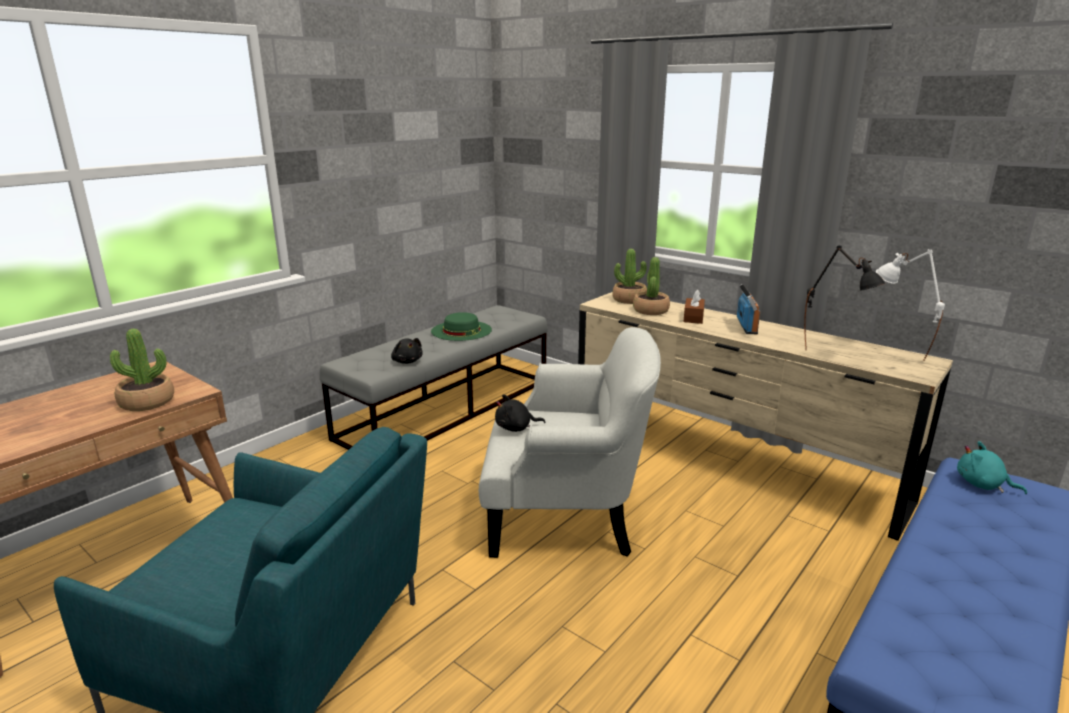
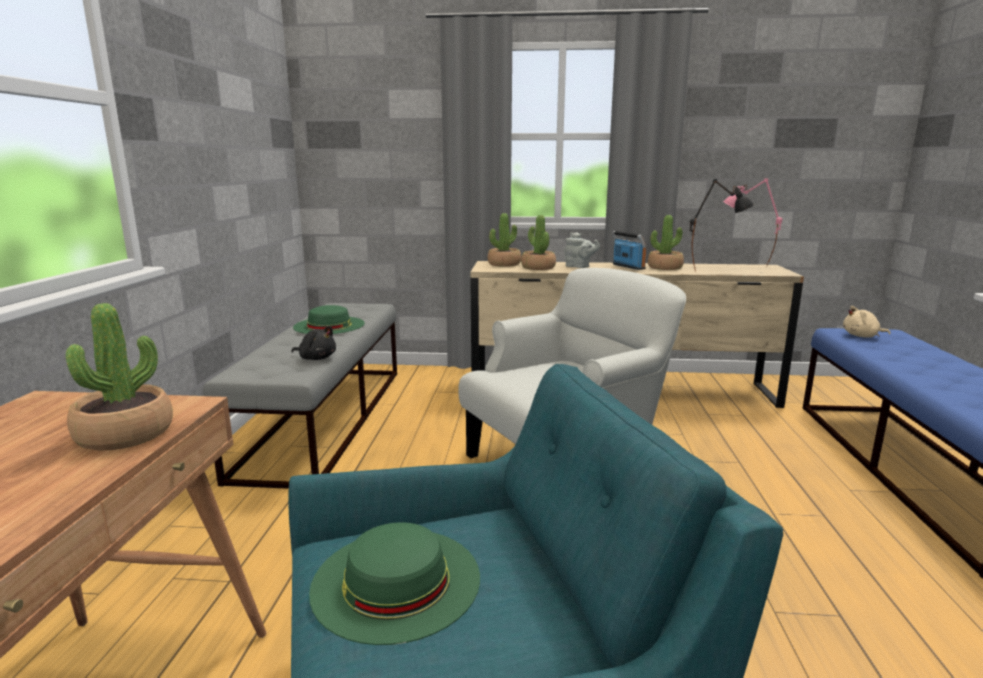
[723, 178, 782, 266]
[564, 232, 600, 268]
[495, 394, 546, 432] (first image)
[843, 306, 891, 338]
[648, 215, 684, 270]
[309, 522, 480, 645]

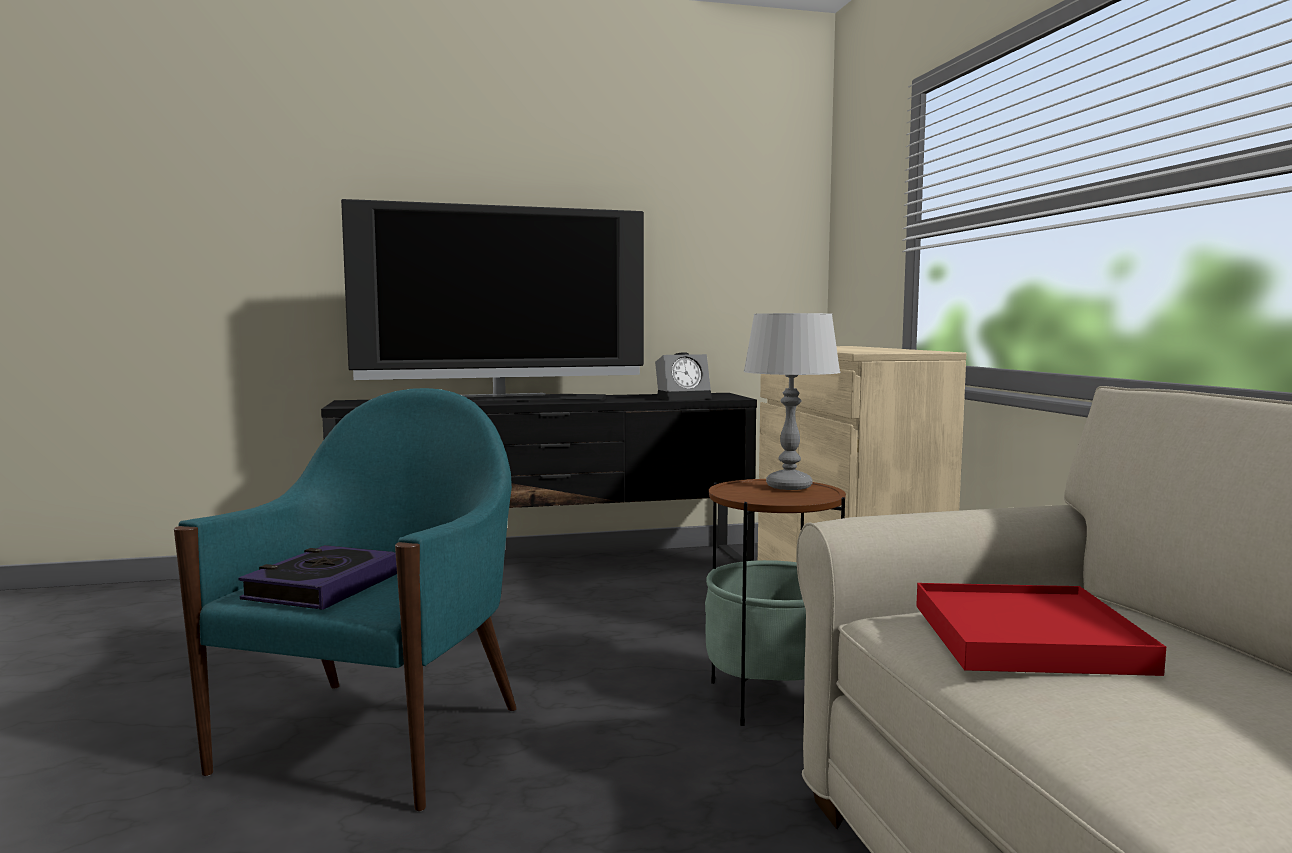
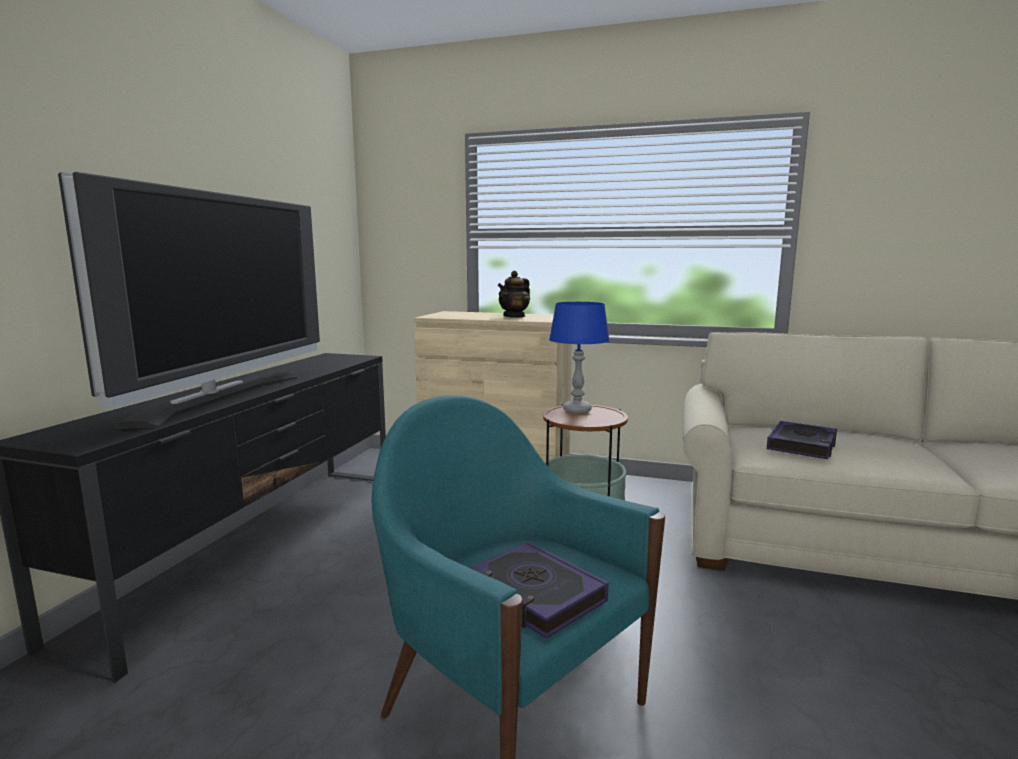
[549, 302, 610, 414]
[655, 352, 712, 401] (first image)
[767, 421, 837, 459]
[498, 271, 530, 318]

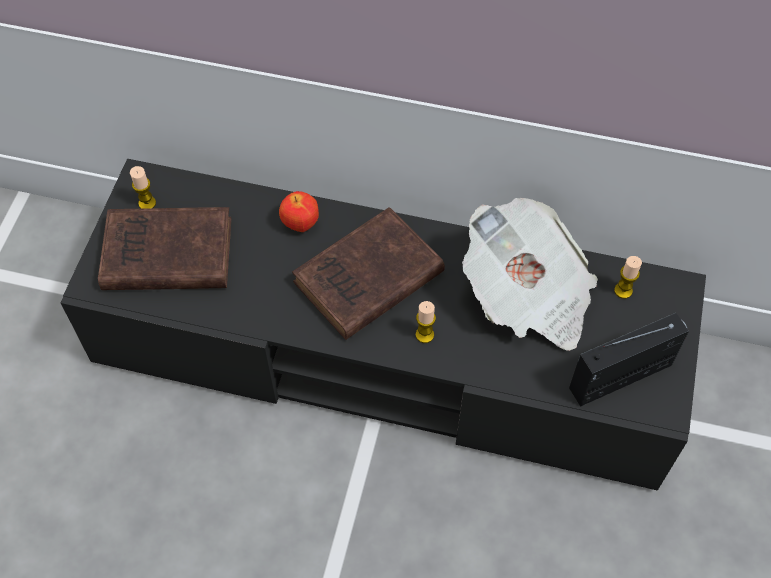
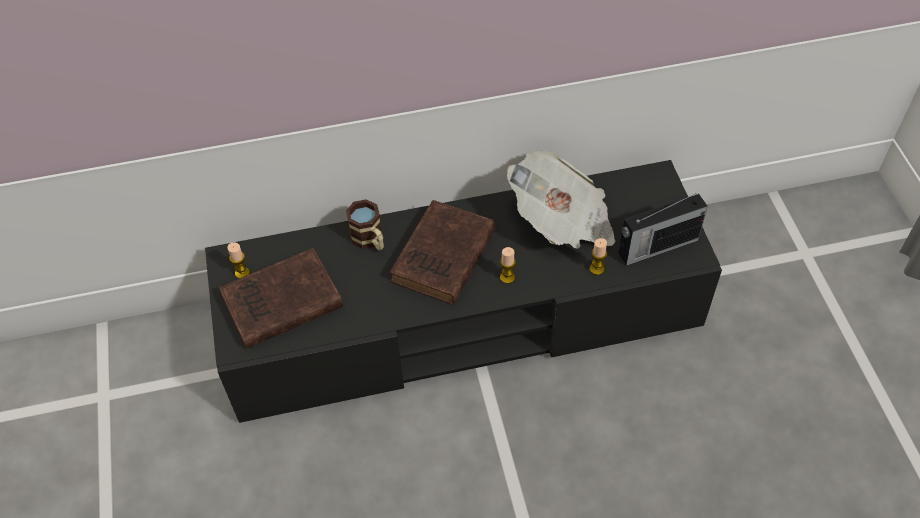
[346, 199, 384, 251]
[589, 238, 607, 275]
[618, 193, 708, 266]

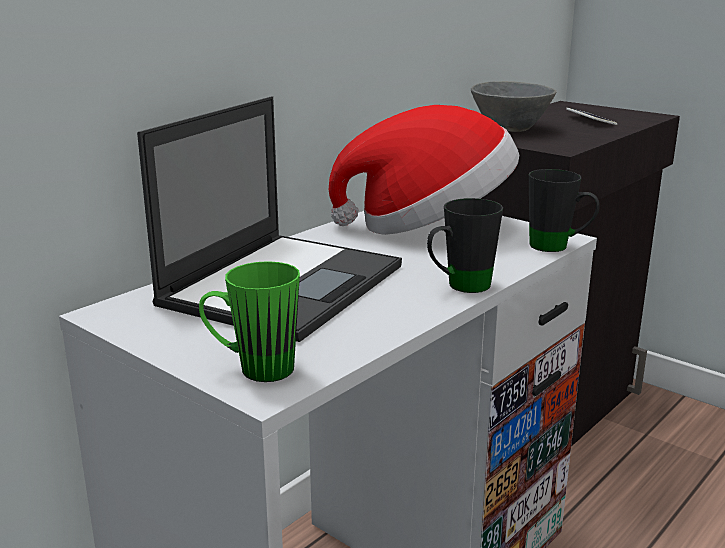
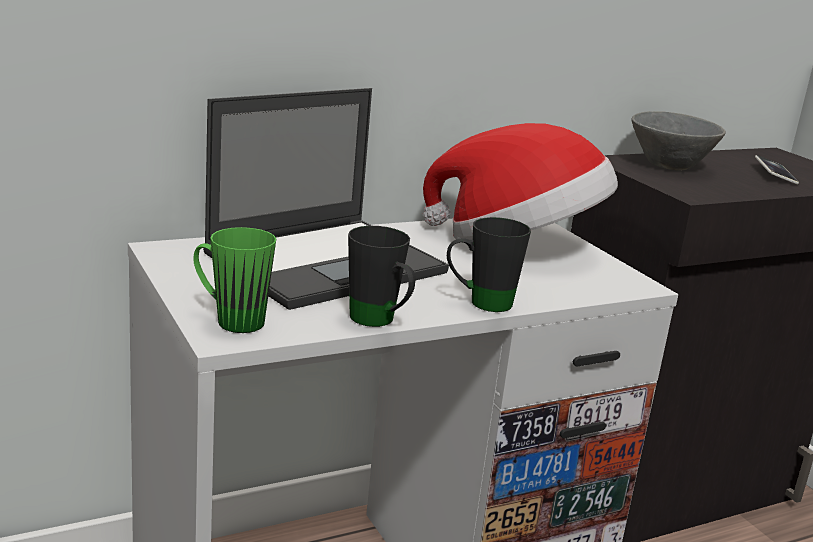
[348, 226, 415, 327]

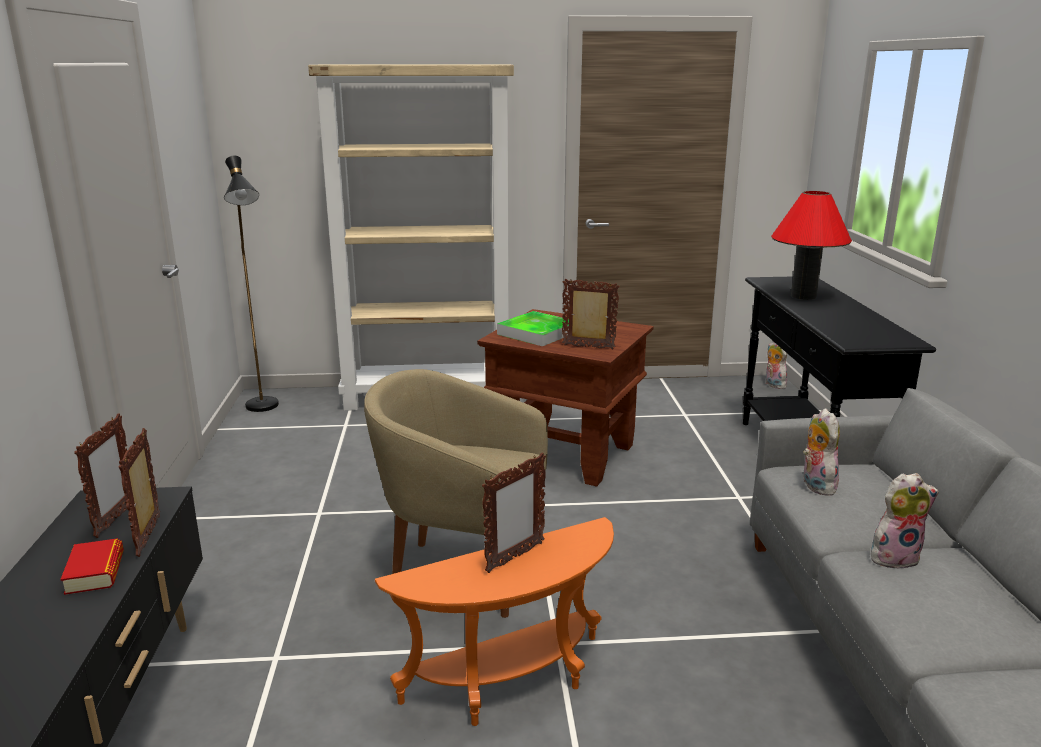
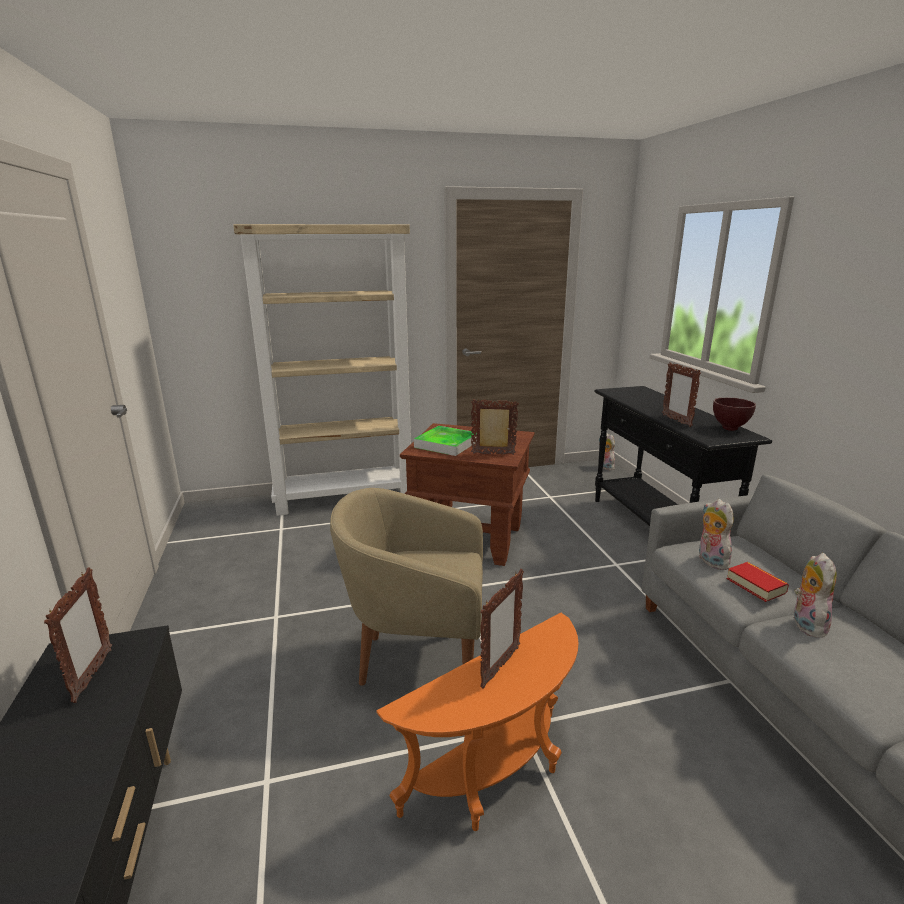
[224, 156, 279, 412] (first image)
[771, 191, 852, 300] (first image)
[662, 362, 701, 427]
[794, 553, 836, 639]
[726, 562, 789, 602]
[713, 397, 756, 431]

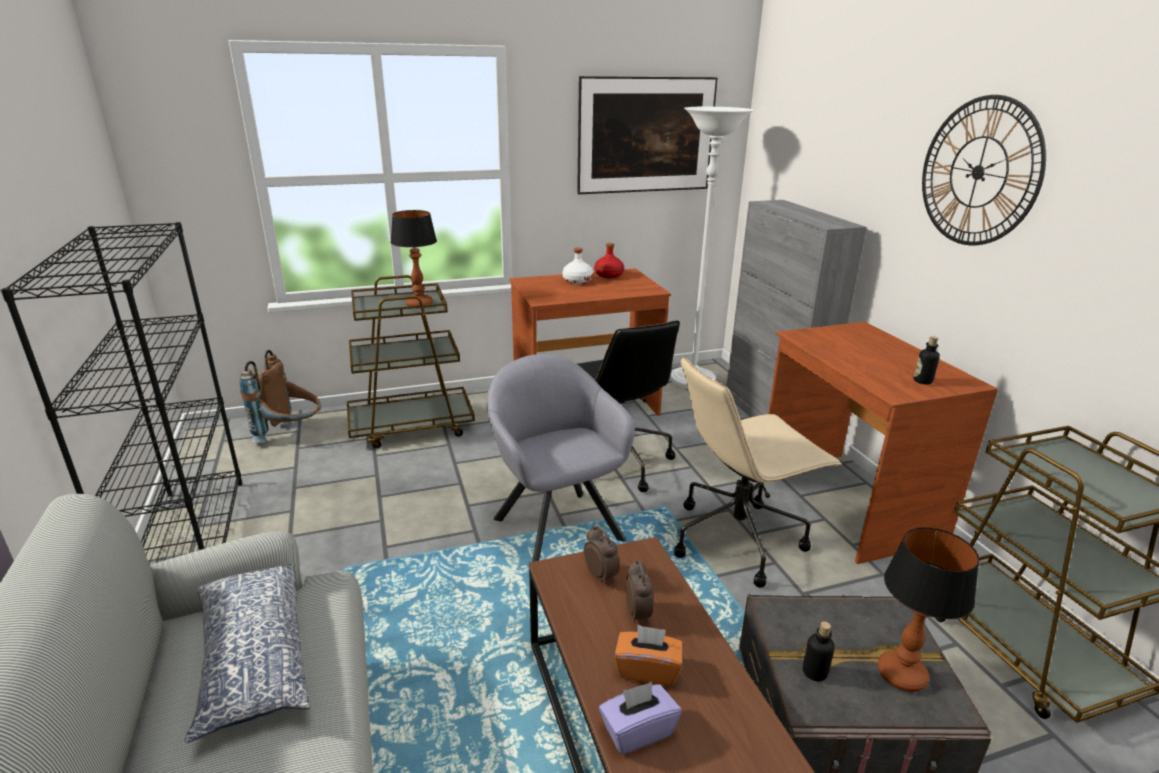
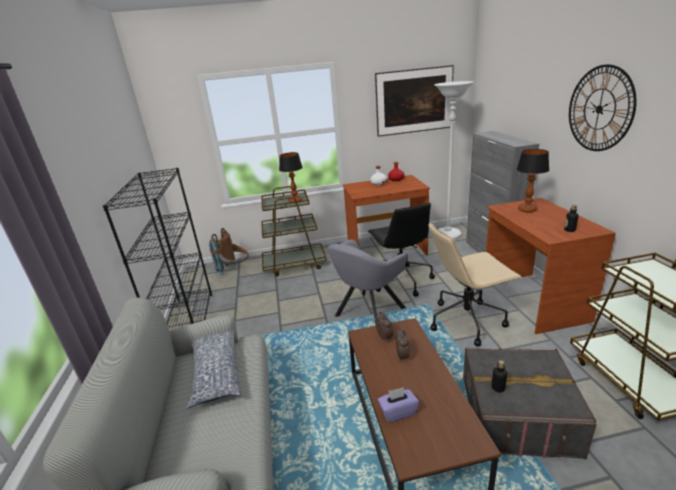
[328, 240, 407, 324]
[517, 149, 549, 212]
[614, 625, 682, 686] (first image)

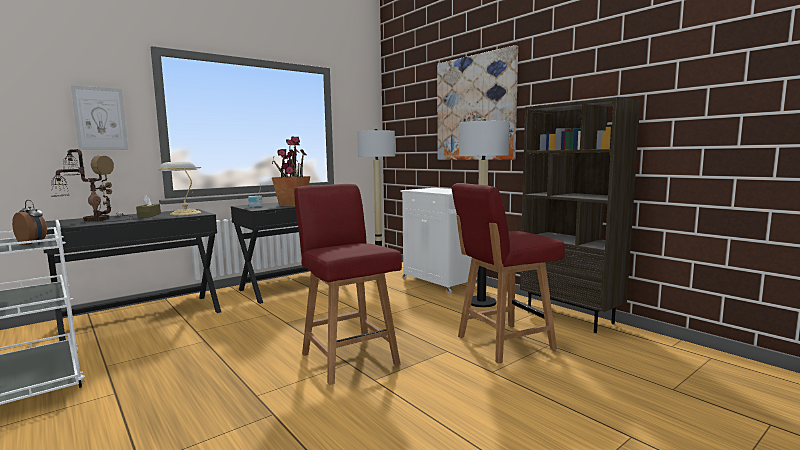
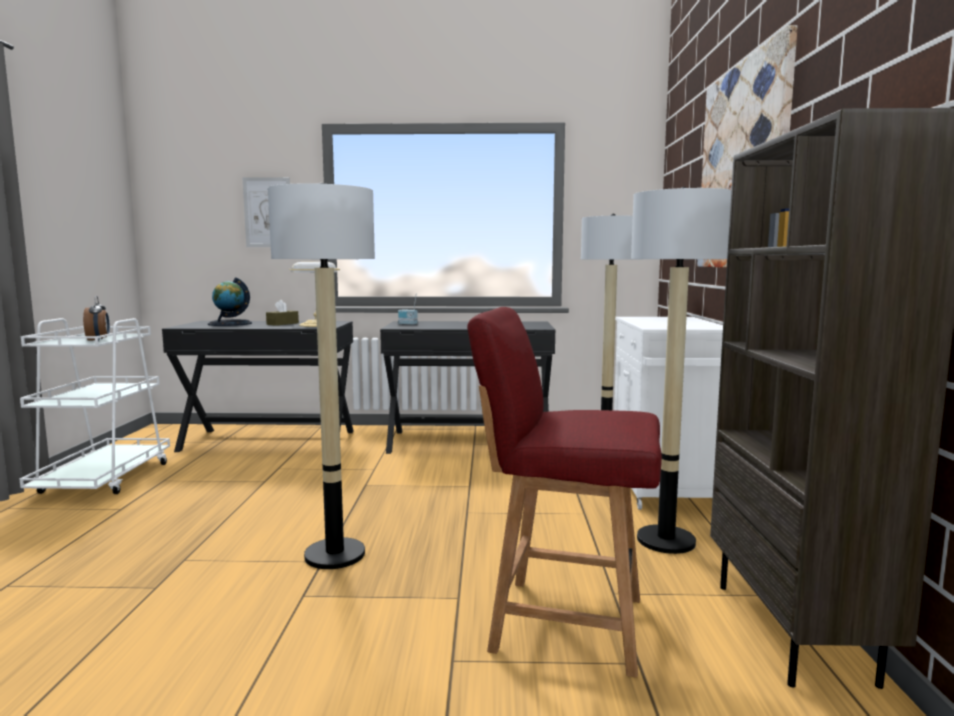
[272, 136, 310, 206] (first image)
[208, 277, 252, 326]
[268, 183, 375, 569]

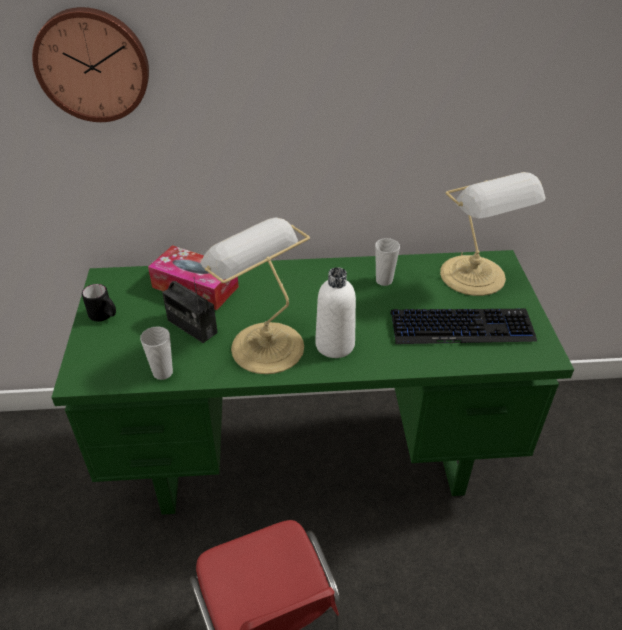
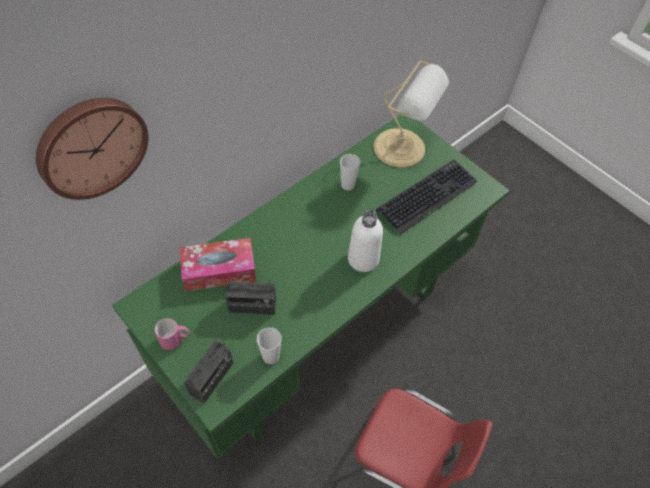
[200, 217, 310, 374] (first image)
[154, 318, 189, 350]
[184, 332, 233, 404]

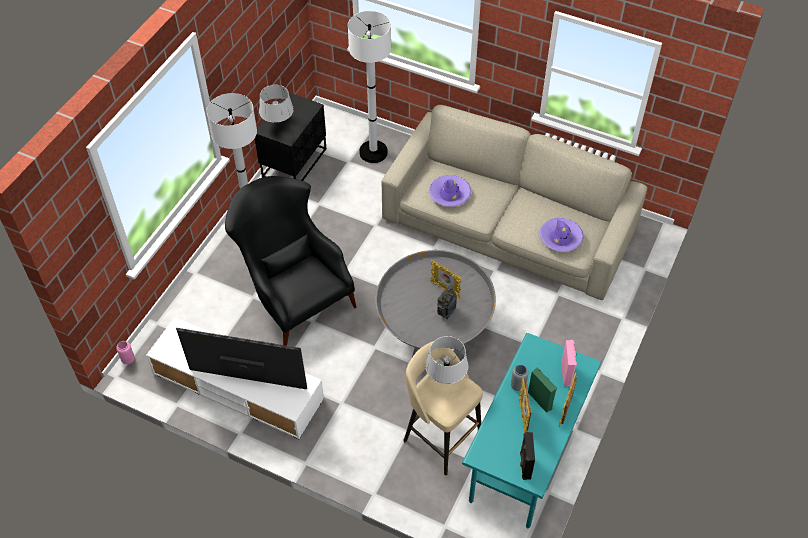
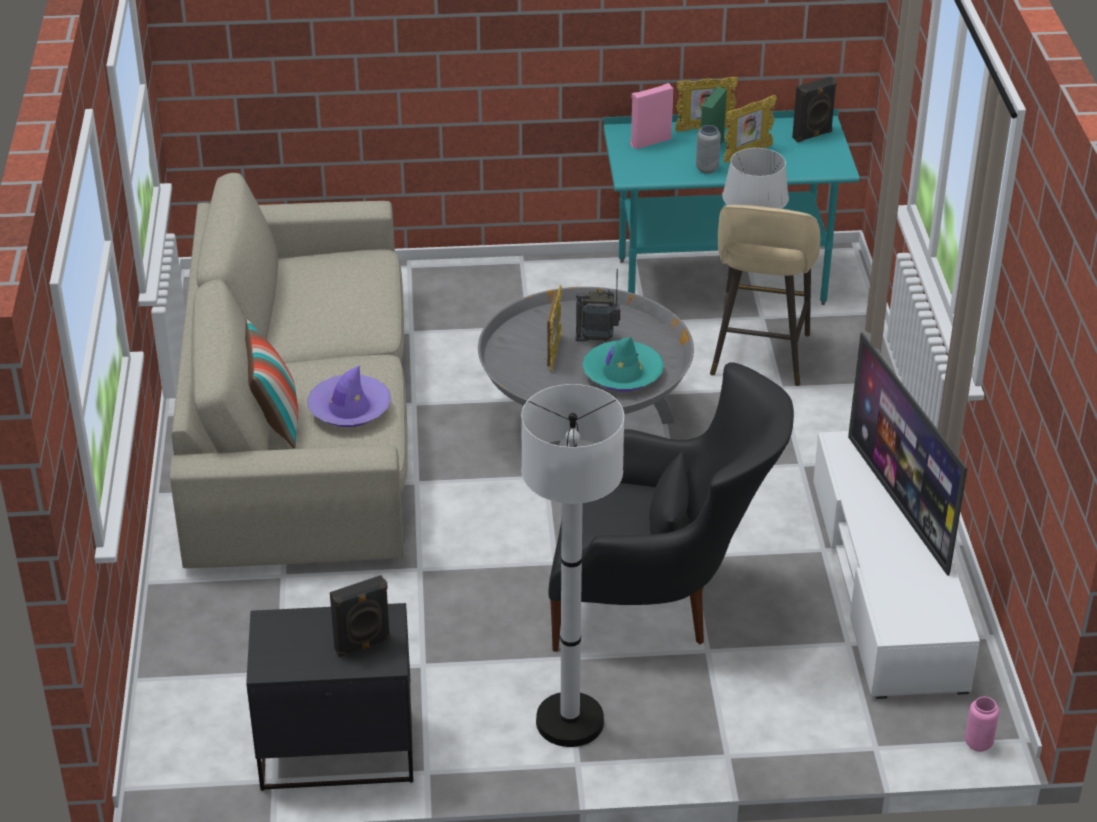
[348, 11, 391, 163] (first image)
[330, 575, 391, 658]
[549, 363, 794, 652]
[540, 218, 584, 252] (first image)
[245, 320, 298, 448]
[582, 337, 664, 391]

